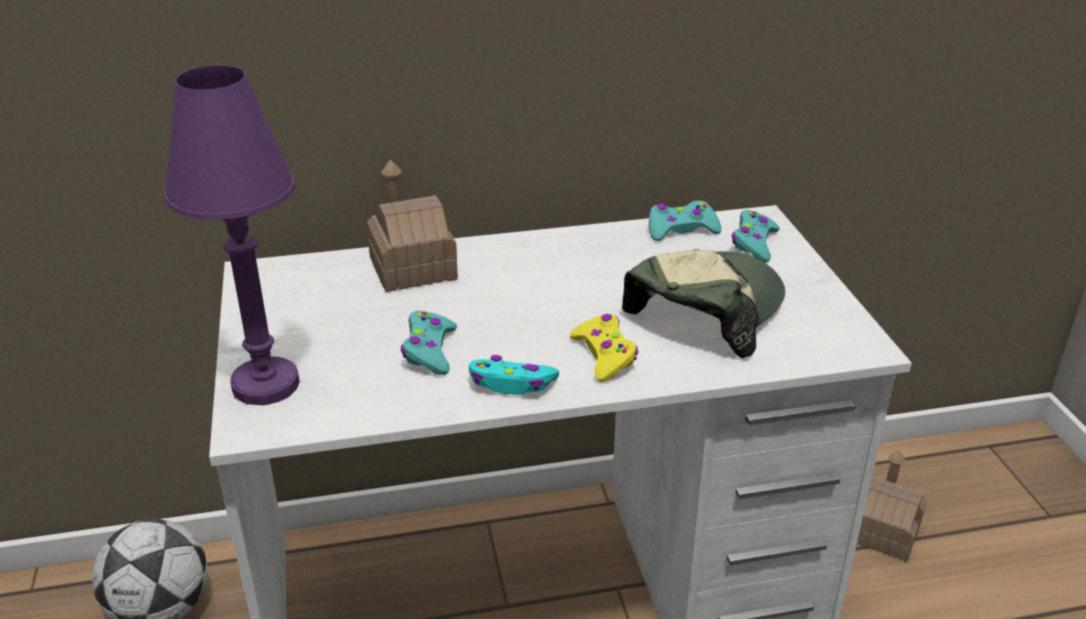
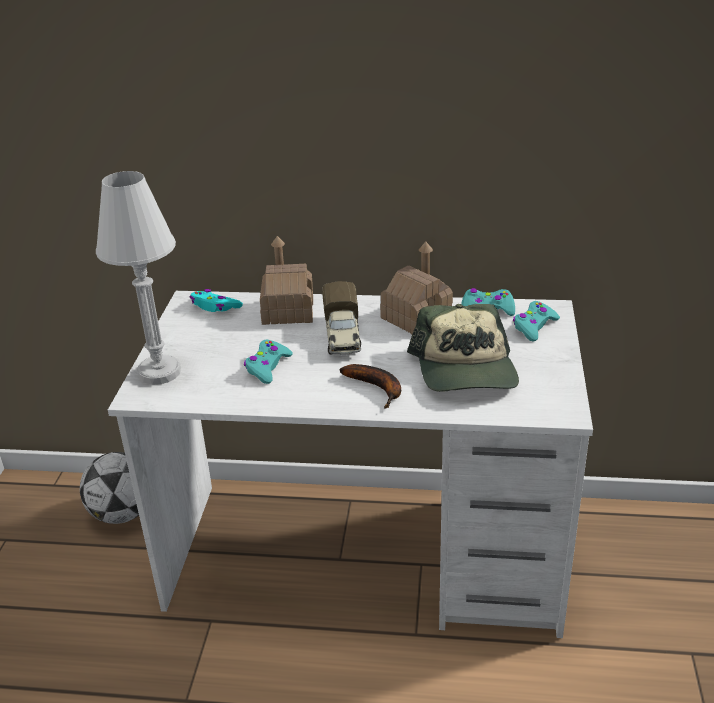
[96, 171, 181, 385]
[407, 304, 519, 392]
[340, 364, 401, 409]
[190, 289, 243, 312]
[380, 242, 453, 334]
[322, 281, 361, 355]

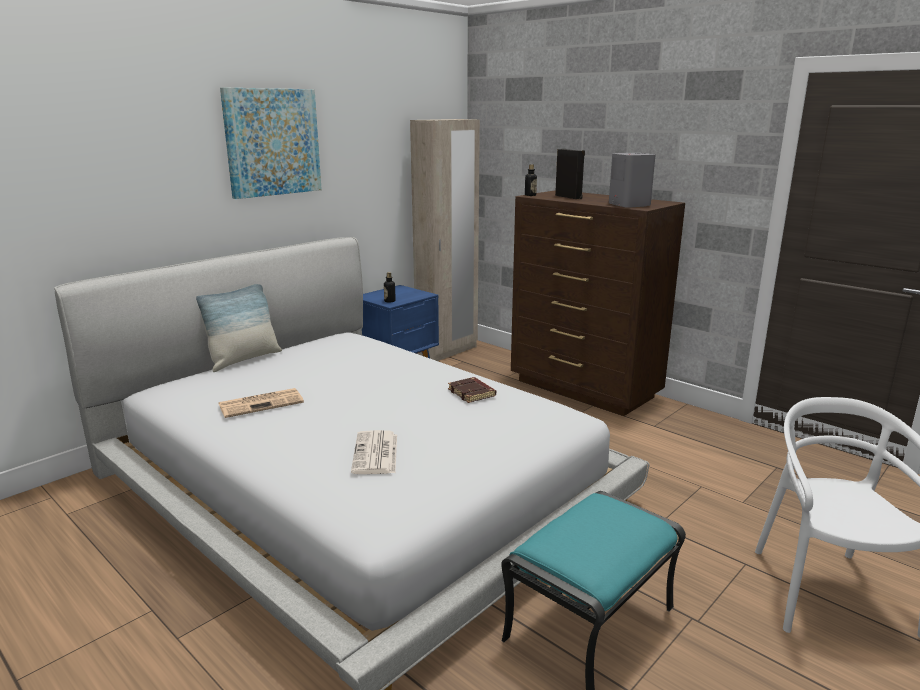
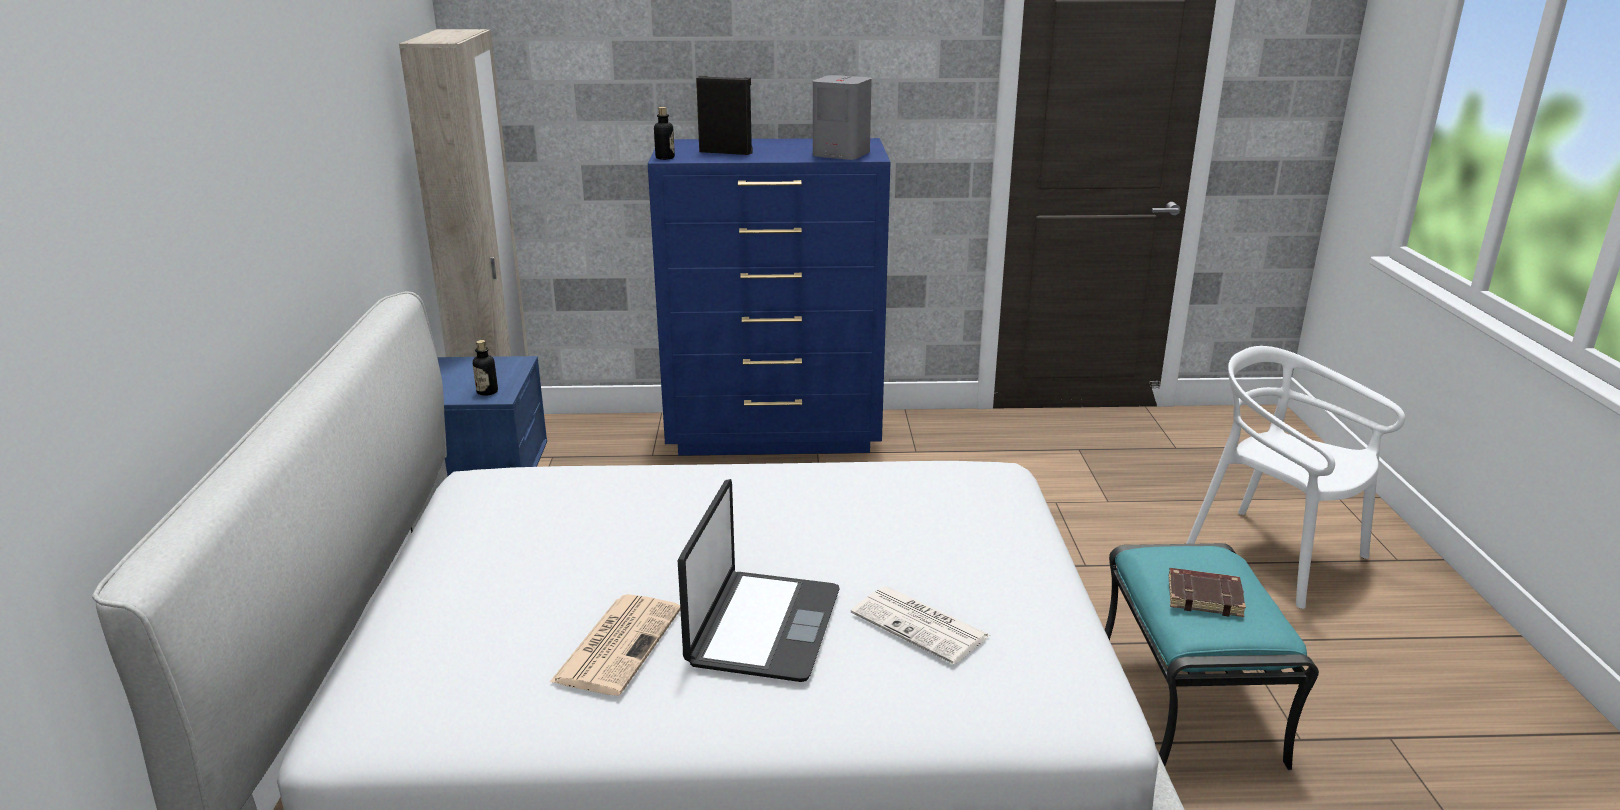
[220, 87, 322, 199] (first image)
[648, 138, 891, 456]
[196, 284, 282, 372] (first image)
[1169, 568, 1246, 617]
[678, 479, 840, 682]

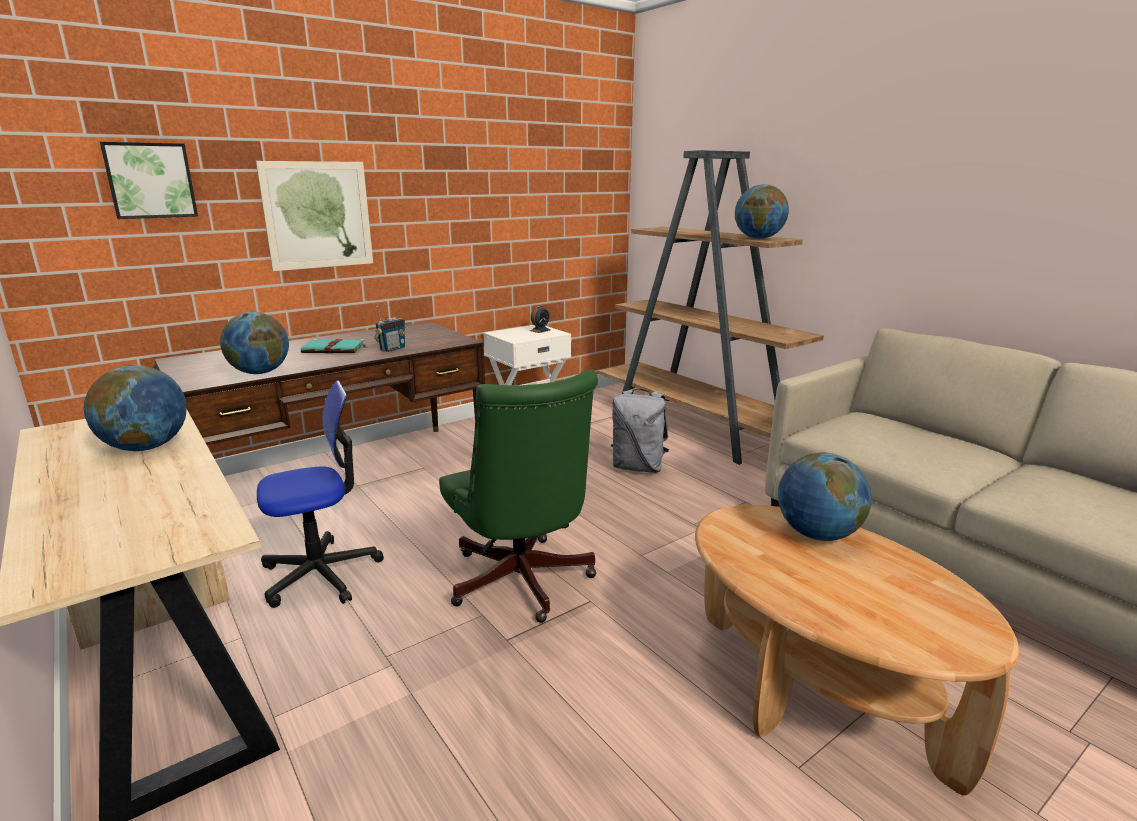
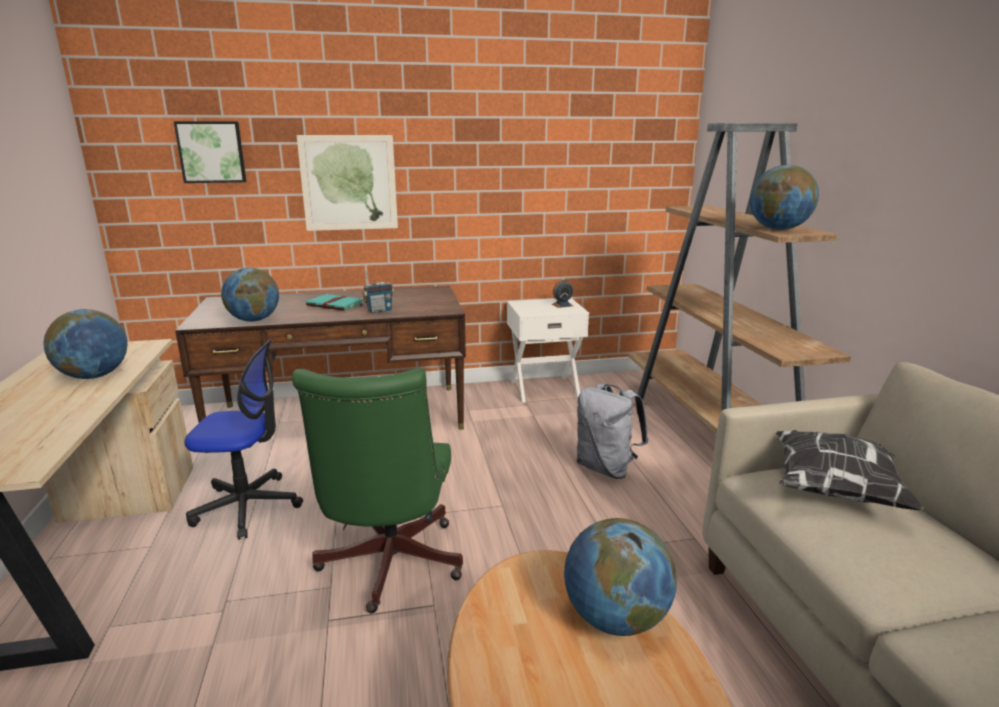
[776, 430, 924, 510]

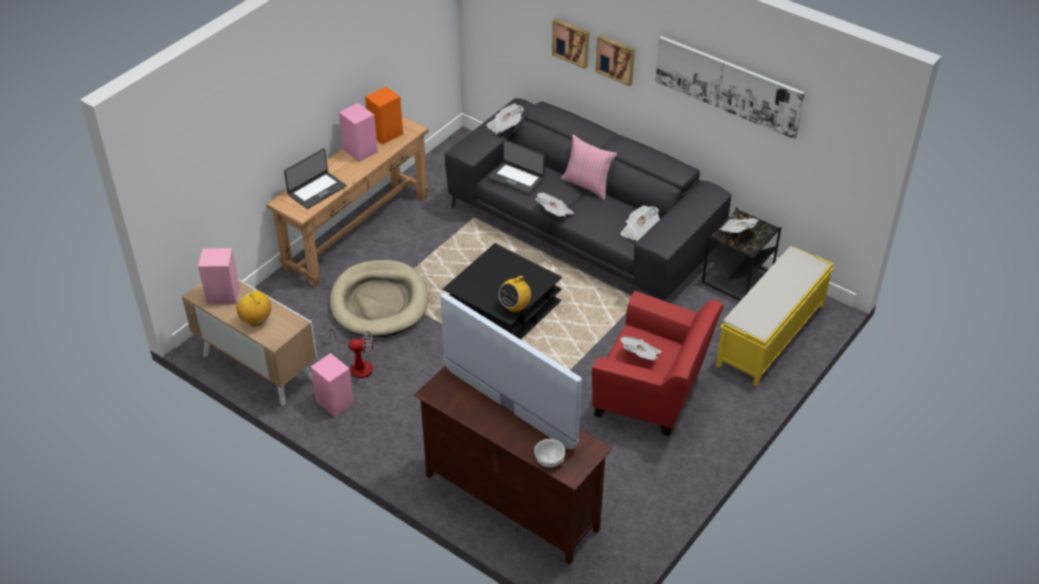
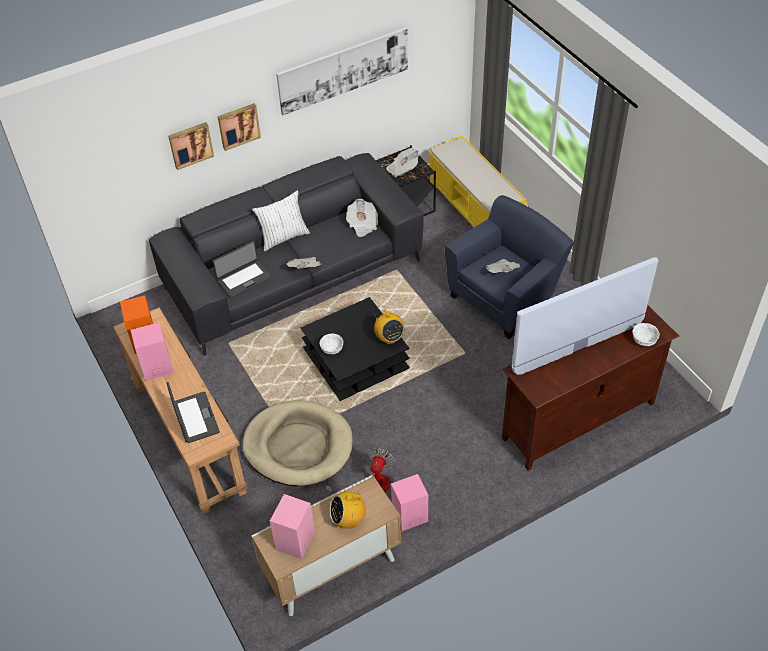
[487, 104, 524, 134] (first image)
[252, 190, 310, 251]
[445, 195, 574, 339]
[320, 334, 343, 354]

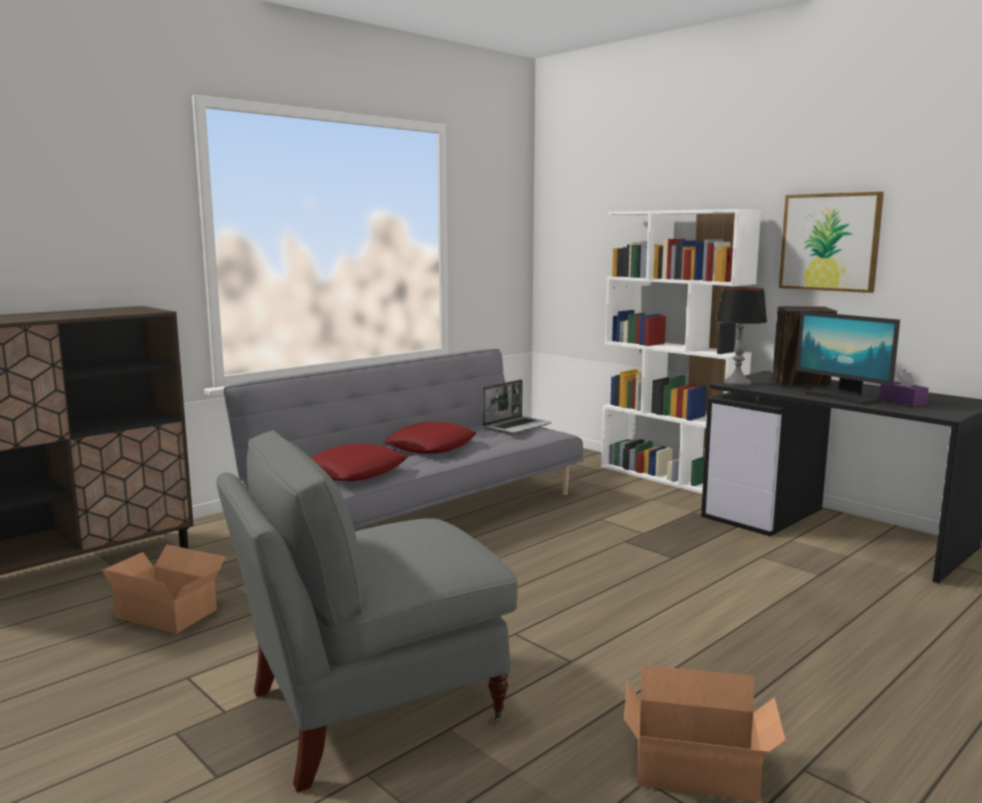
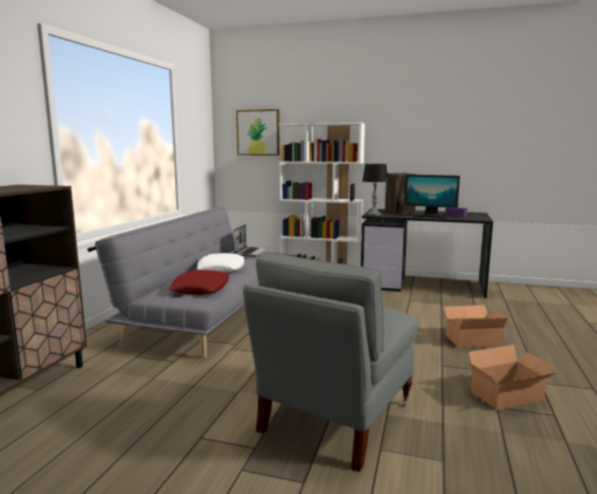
[236, 109, 280, 156]
[197, 253, 244, 273]
[443, 305, 510, 348]

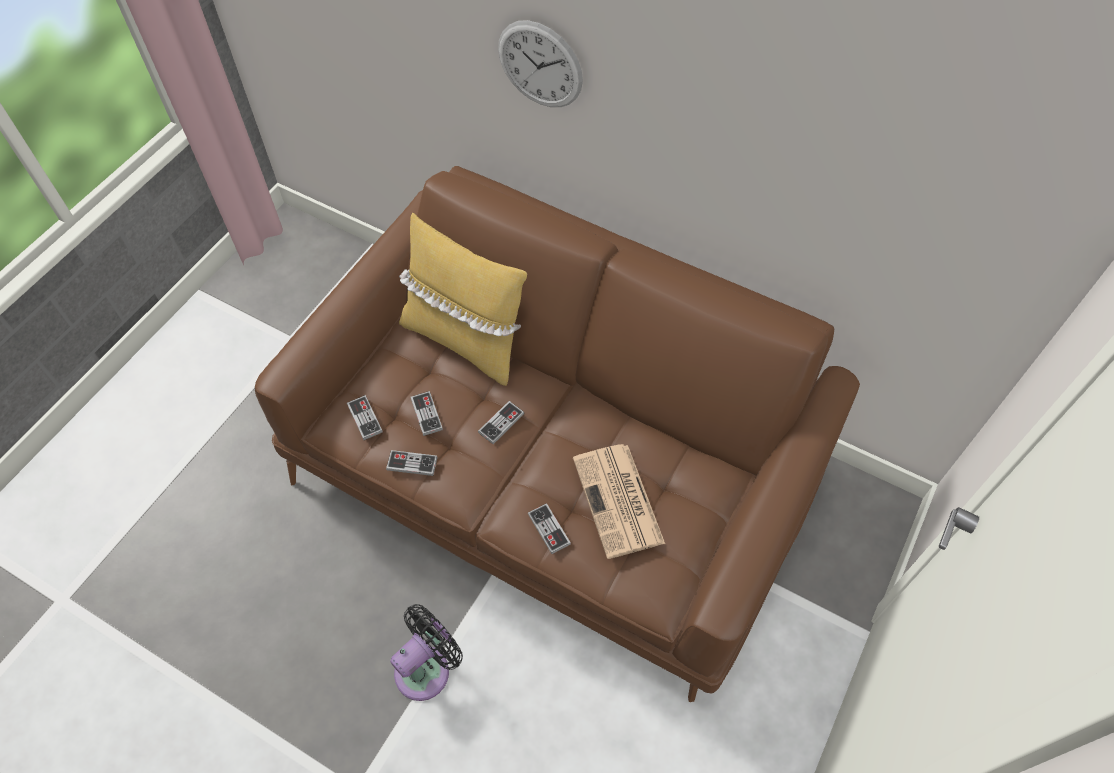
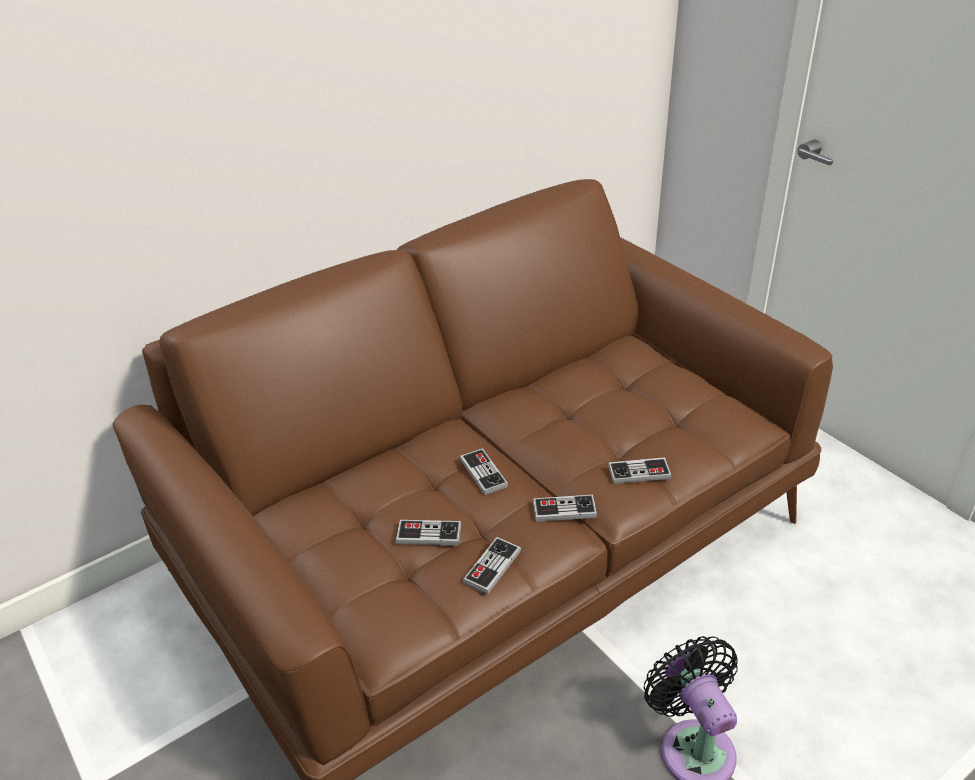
[498, 20, 583, 107] (first image)
[399, 213, 527, 386] (first image)
[533, 495, 597, 522]
[573, 444, 665, 559] (first image)

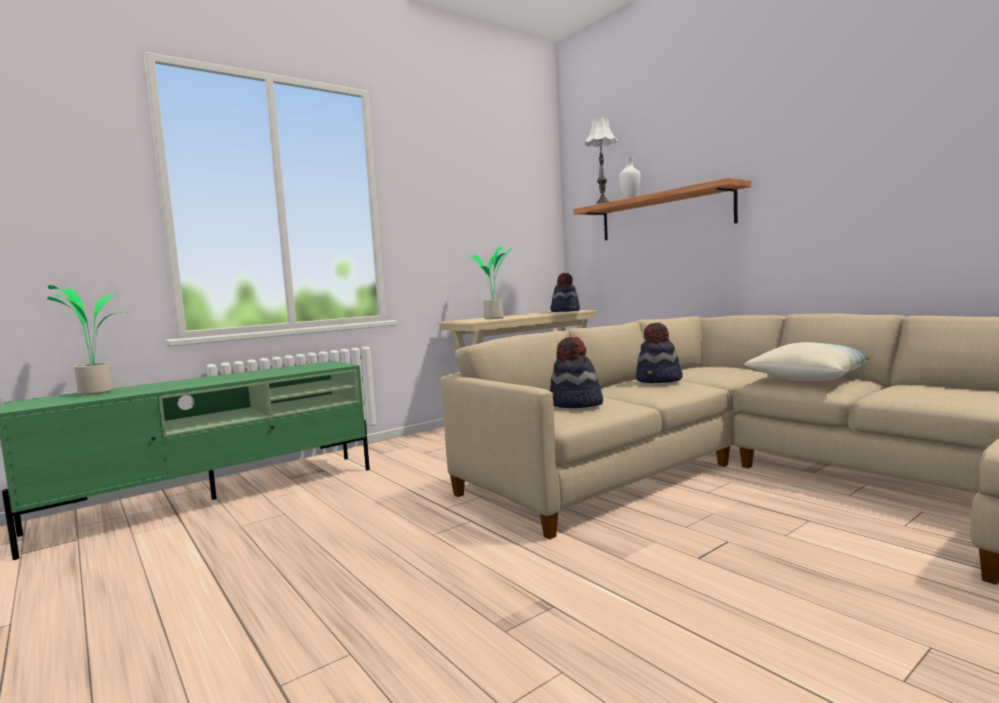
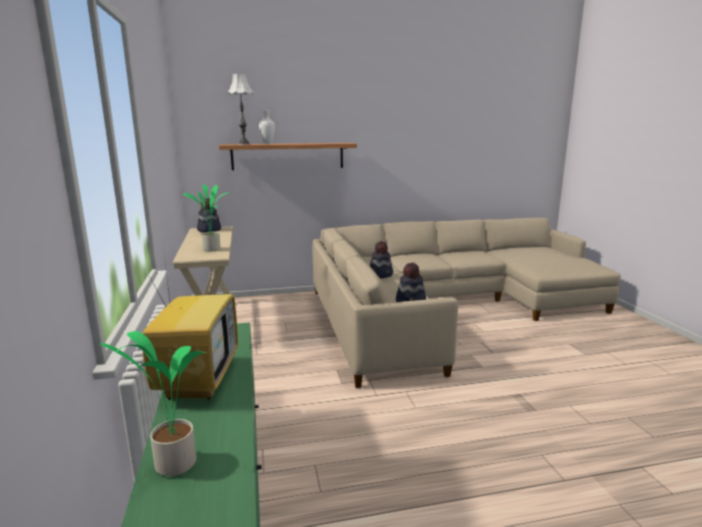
[744, 342, 870, 381] (first image)
[142, 248, 238, 400]

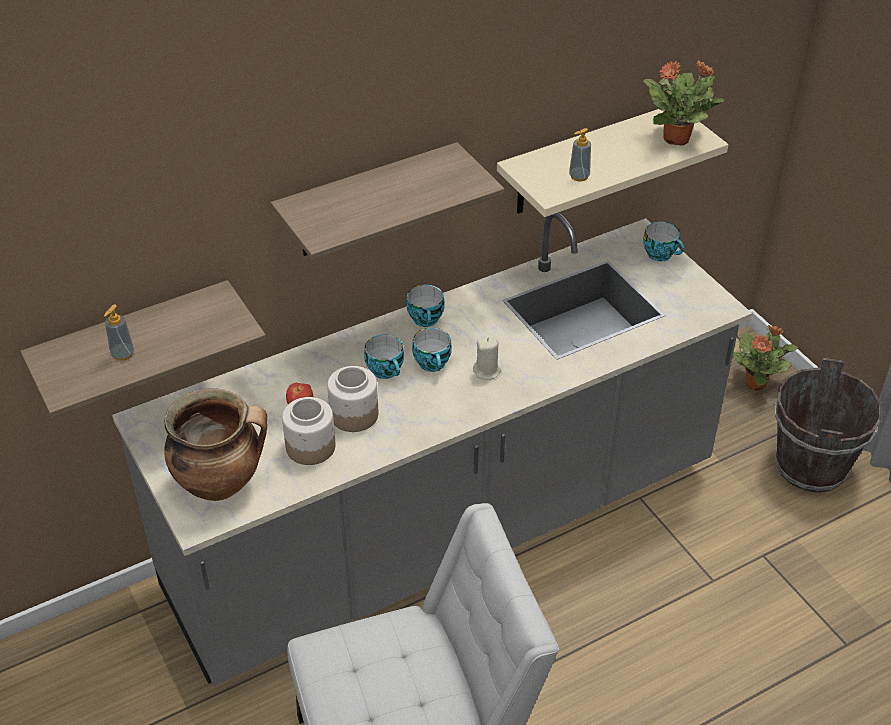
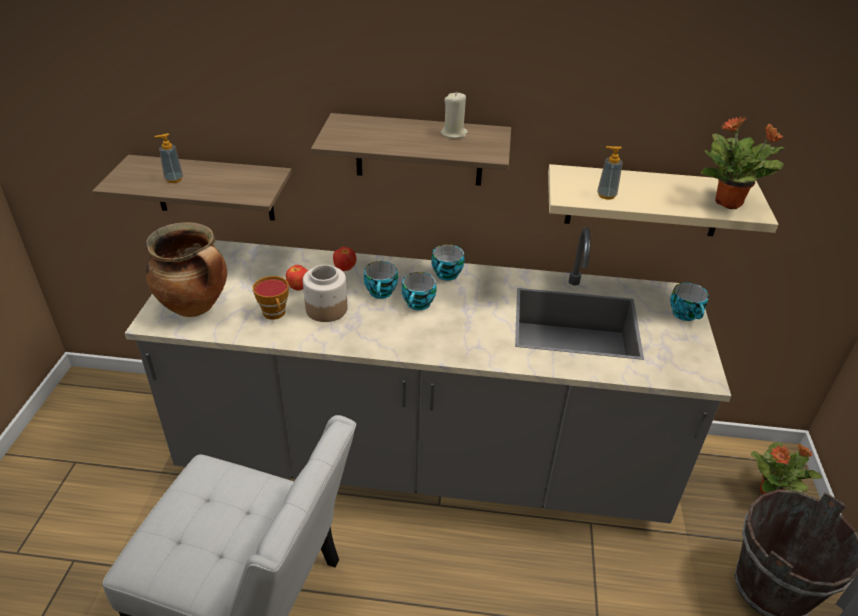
[441, 92, 468, 138]
[253, 276, 289, 320]
[333, 247, 357, 271]

